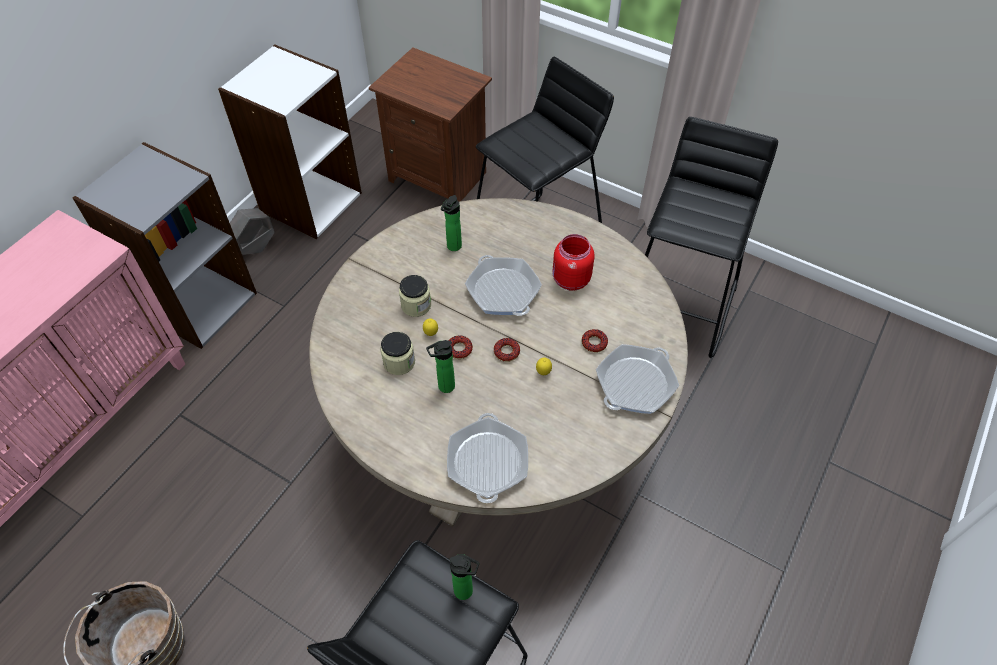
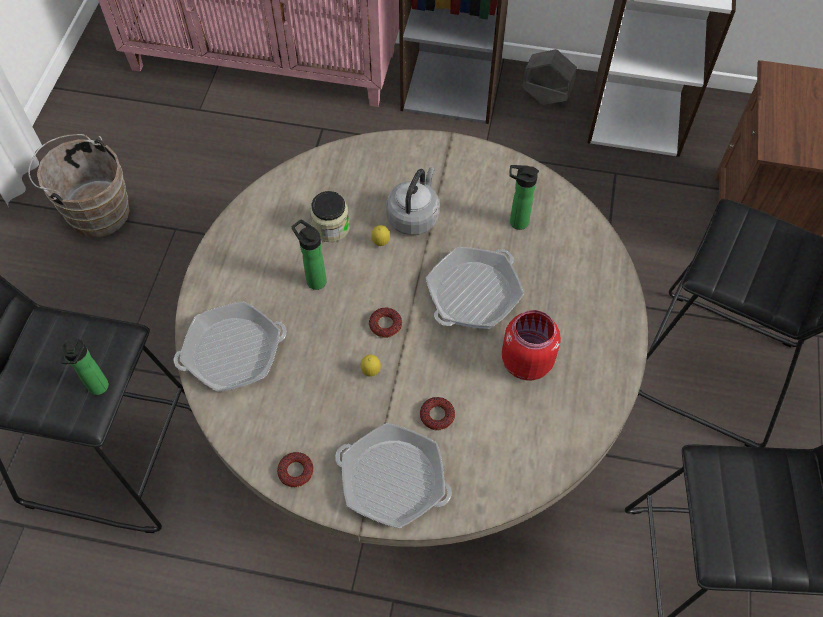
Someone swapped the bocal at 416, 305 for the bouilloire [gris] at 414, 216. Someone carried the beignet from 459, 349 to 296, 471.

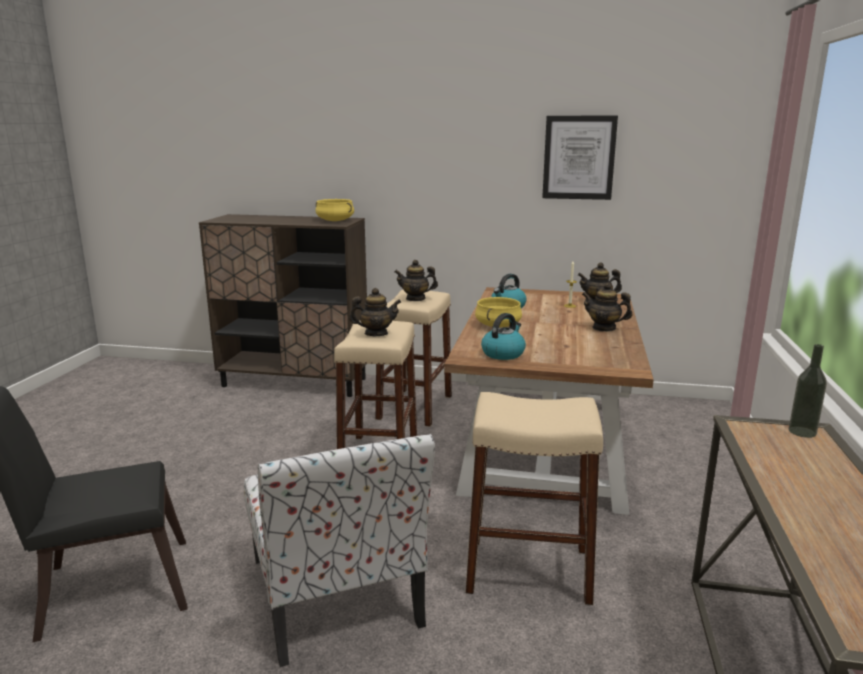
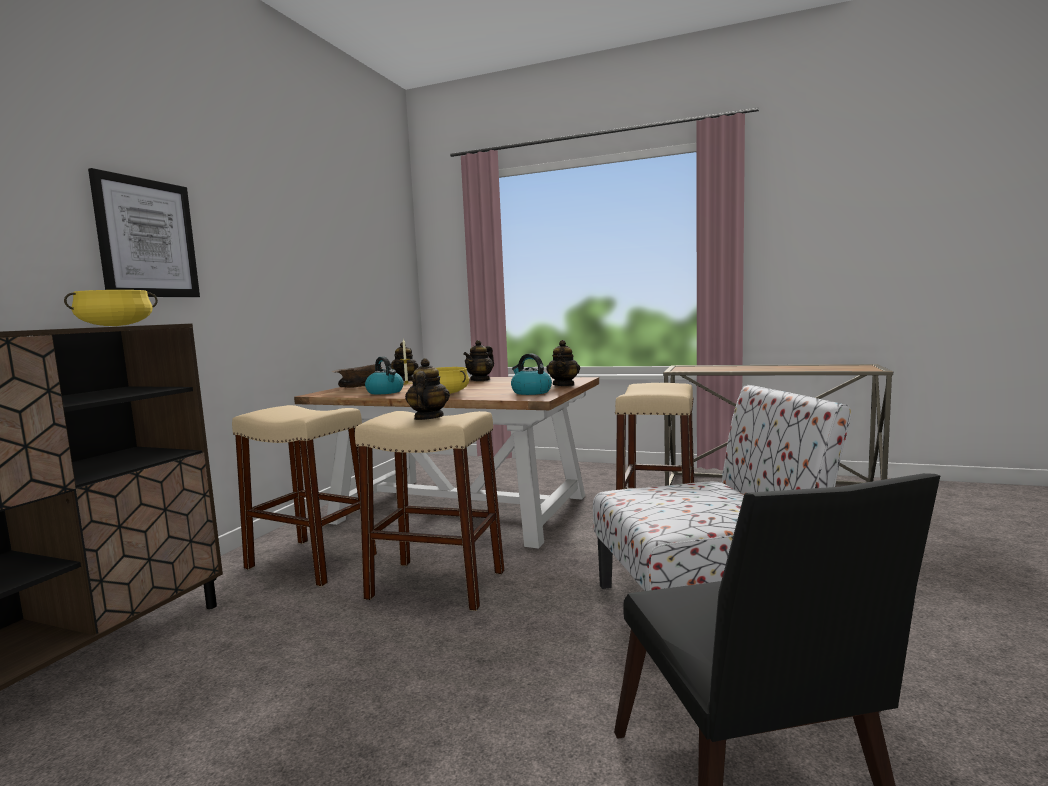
Someone carried the tableau from 579, 157 to 147, 238. Someone carried the théière from 415, 298 to 564, 385. Someone took away the bouteille at 802, 432. Someone put down the bol [marron] at 359, 388.

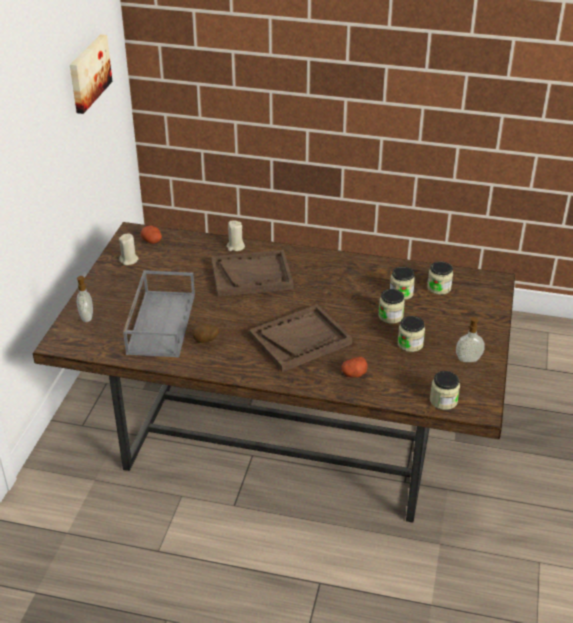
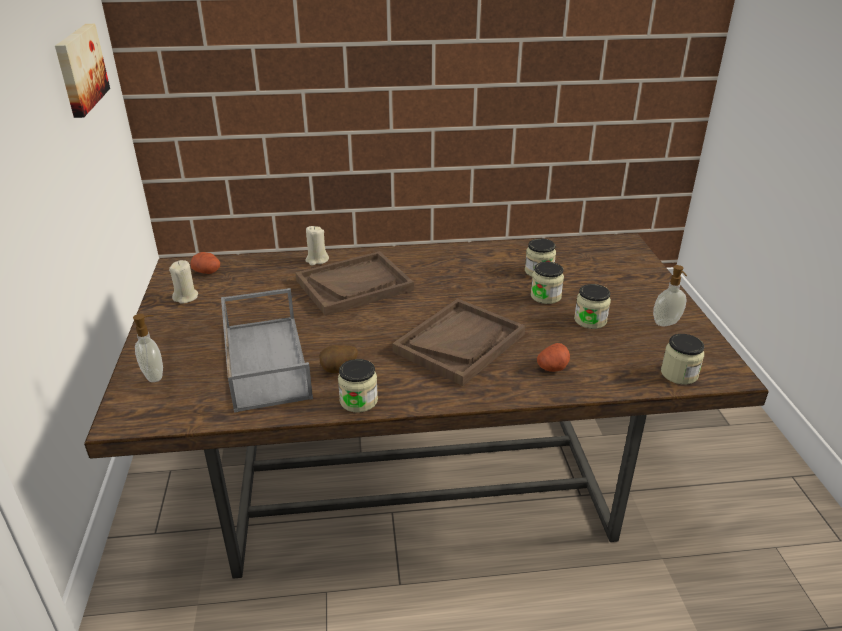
Someone carried the bocal from 439, 288 to 358, 401.

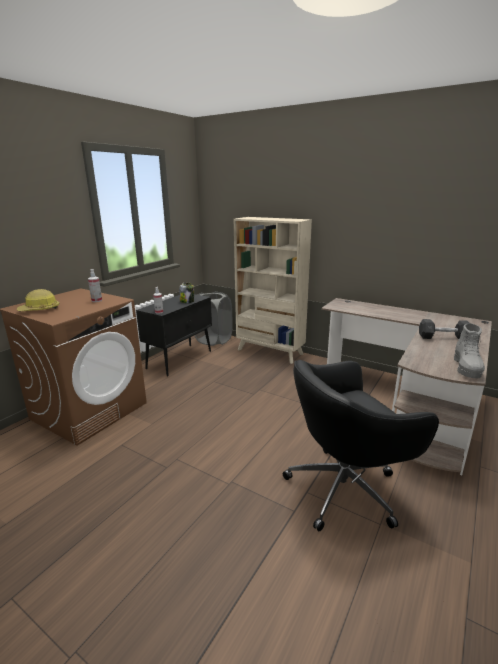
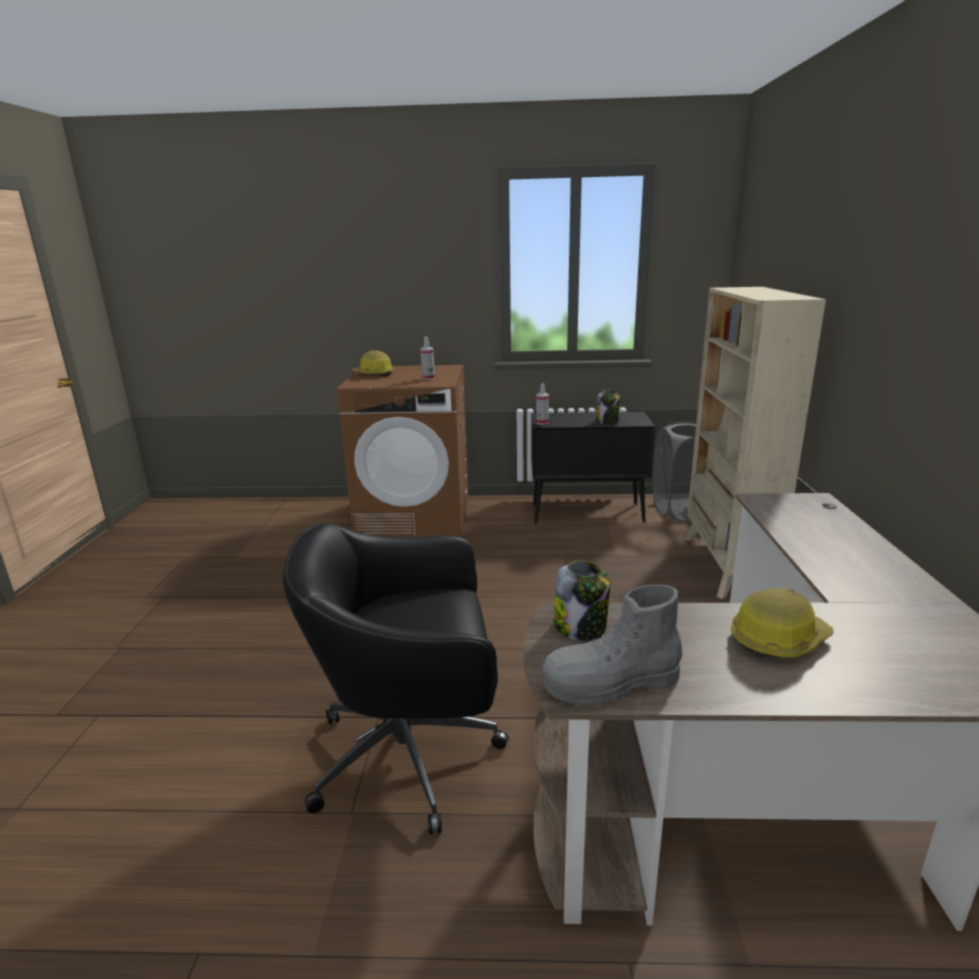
Someone swapped the haltère [gris] at 443, 337 for the casque de chantier at 778, 639. Someone rotated the chaise de bureau [noir] at 345, 488 by 45 degrees counterclockwise. Someone put down the bocal at 581, 628.

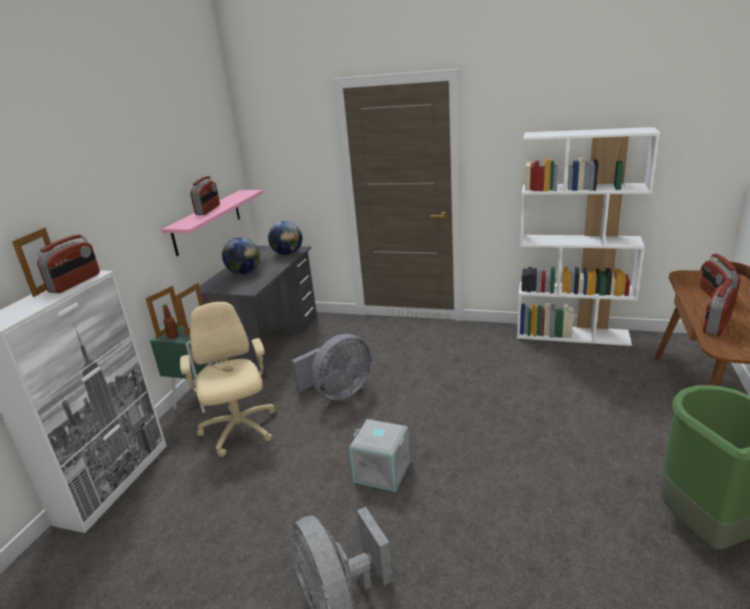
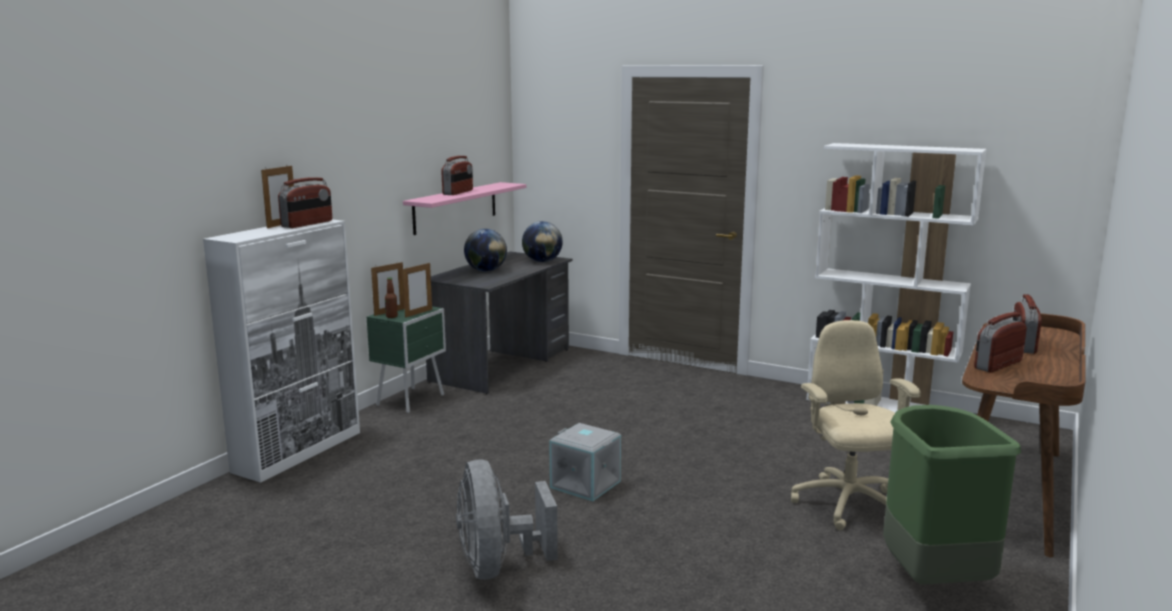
Someone carried the chaise de bureau [beige] from 239, 431 to 848, 505. Someone took away the ventilateur [gris] at 338, 393.

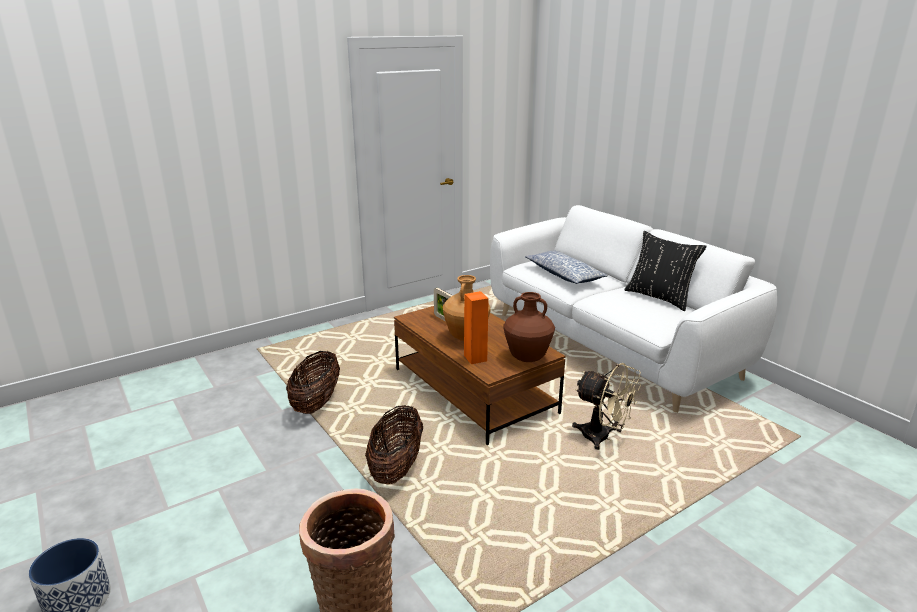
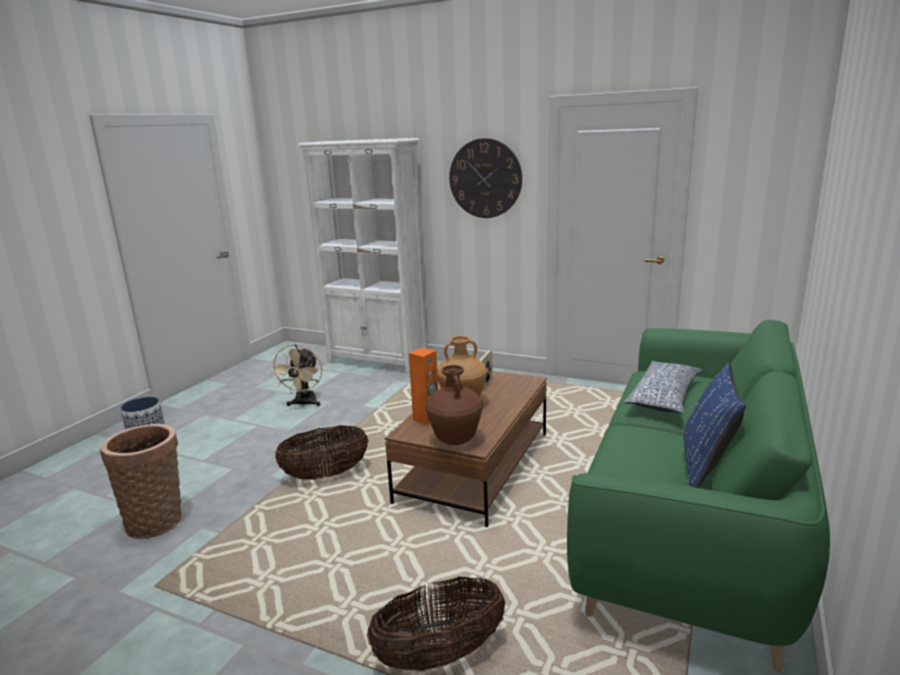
Someone repainted the canapé [blanc] at 610, 344, which became the canapé [vert] at 692, 517. Someone repainted the coussin [noir] at 659, 298, which became the coussin [bleu] at 706, 467. Someone carried the panier from 316, 403 to 440, 655. Someone carried the ventilateur [beige] from 602, 438 to 304, 404. Someone put down the bibliothèque [blanc] at 378, 361. Someone put up the horloge murale at 485, 178.

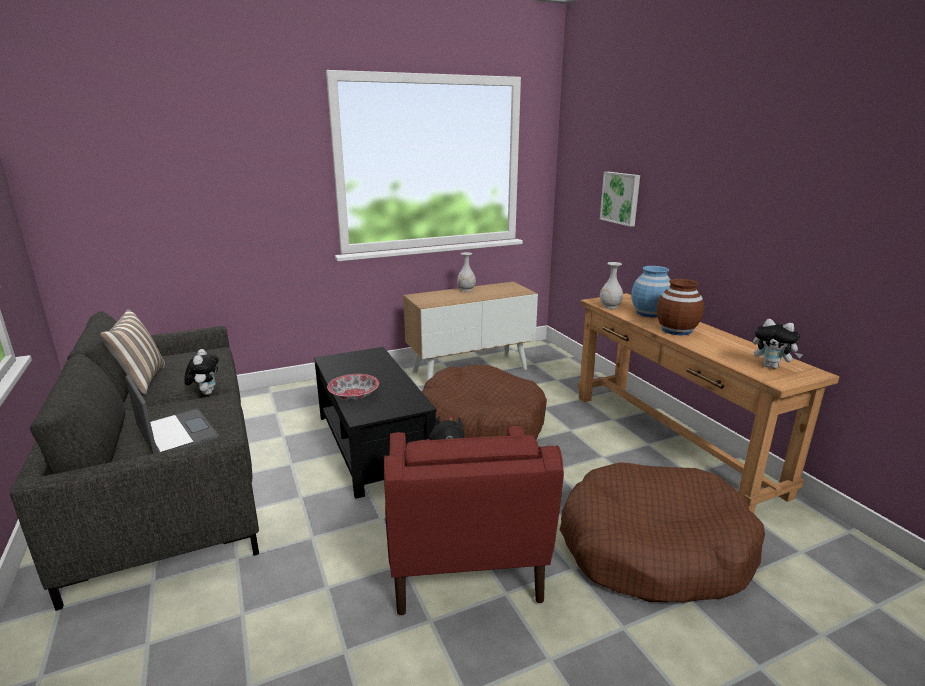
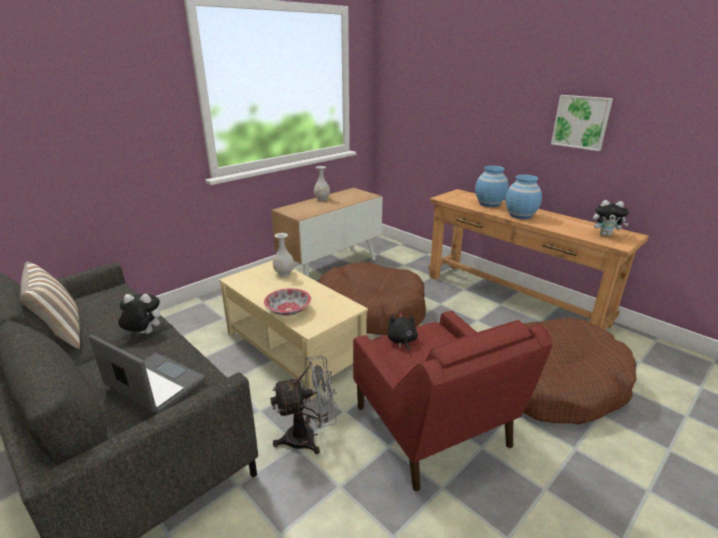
Someone carried the tableau from 621, 198 to 581, 122. Someone carried the vase [blanc] from 610, 306 to 284, 273. Someone repainted the vase [marron] at 676, 330, which became the vase [bleu] at 520, 215. Someone repainted the table basse [noir] at 372, 445, which became the table basse [beige] at 292, 349. Someone rotated the peluche at 206, 392 by 60 degrees counterclockwise. Someone put down the ventilateur [gris] at 309, 437.

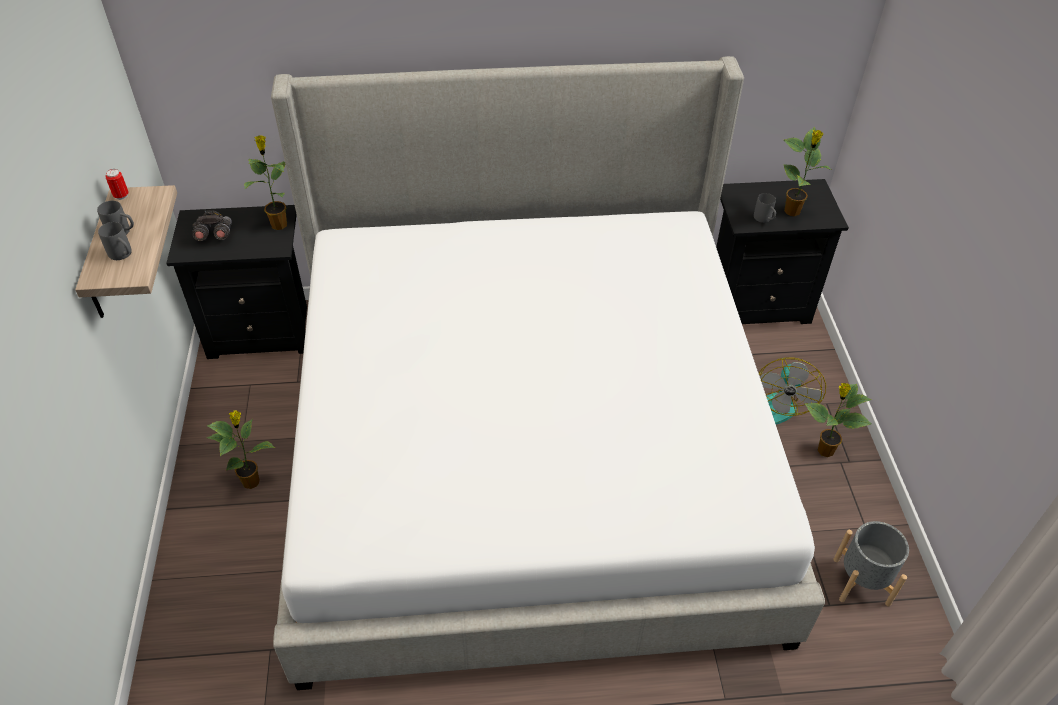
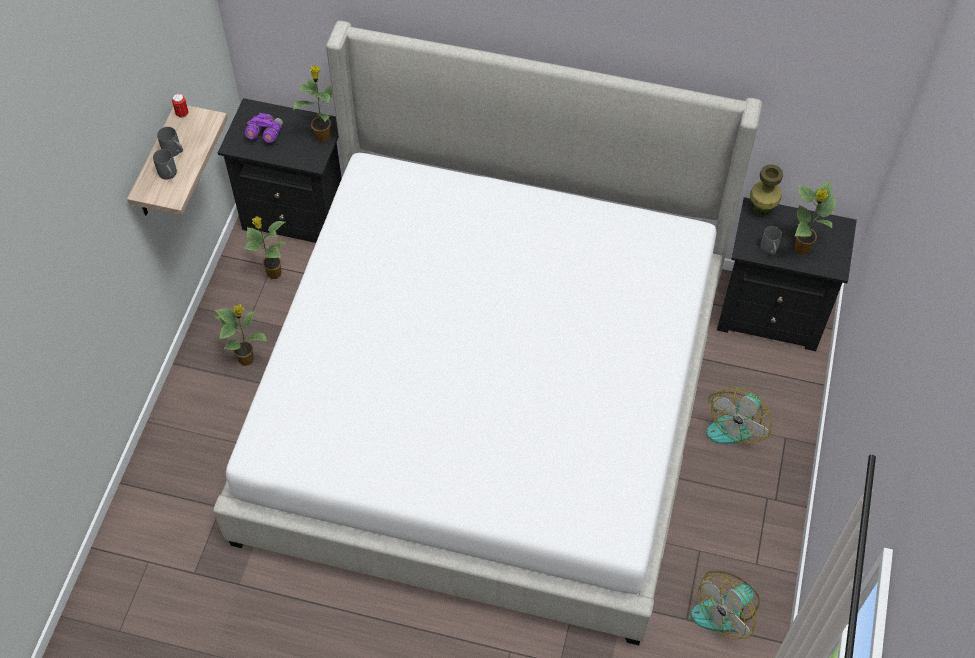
Someone repainted the jumelles [gris] at 214, 235, which became the jumelles [violet] at 265, 134. Someone carried the plante en pot from 824, 450 to 273, 273. Someone swapped the cache-pot [gris] at 861, 581 for the ventilateur at 726, 608. Someone put down the vase [vert] at 762, 209.

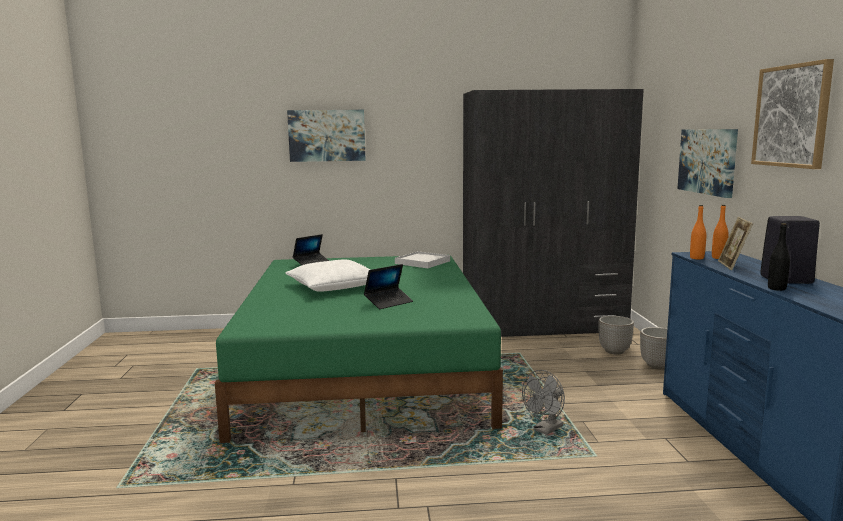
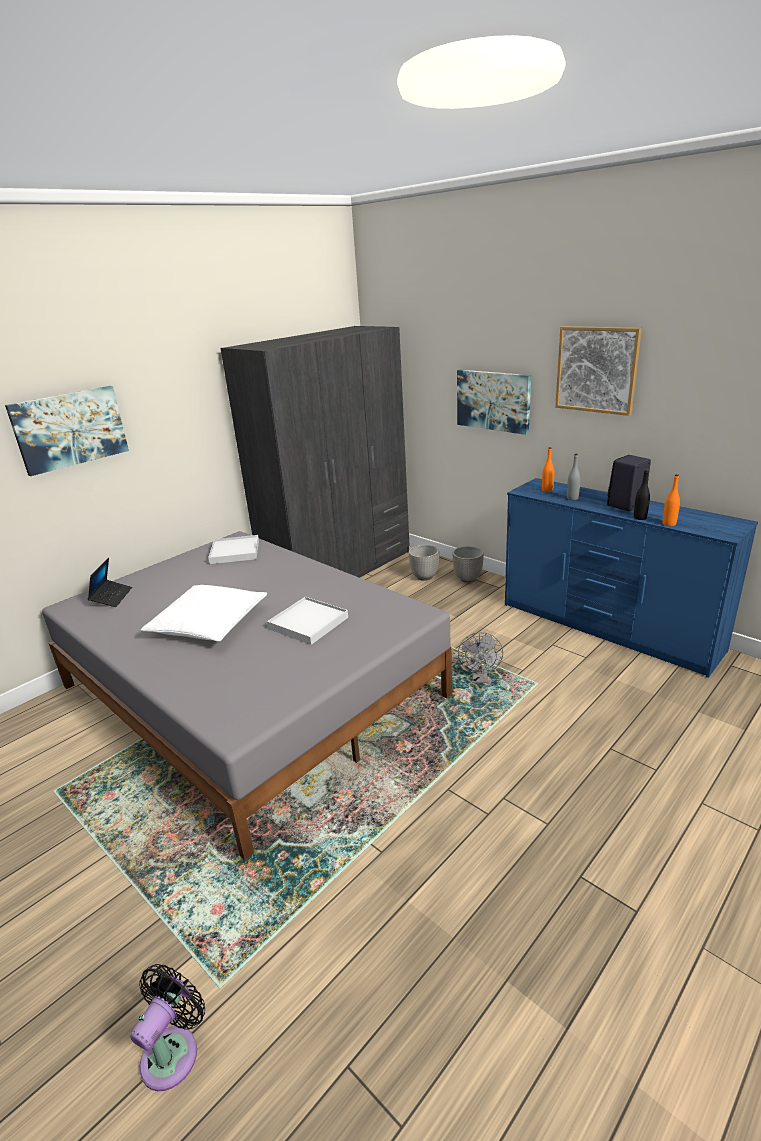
Someone carried the bouteille [orange] from 696, 258 to 669, 524. Someone swapped the cadre photo at 732, 266 for the bouteille [gris] at 572, 498. Someone repainted the lit [vert] at 364, 367, which became the lit [gris] at 250, 690. Someone swapped the ordinateur portable at 388, 302 for the plateau [blanc] at 308, 623. Someone put down the ventilateur [noir] at 174, 1051.

